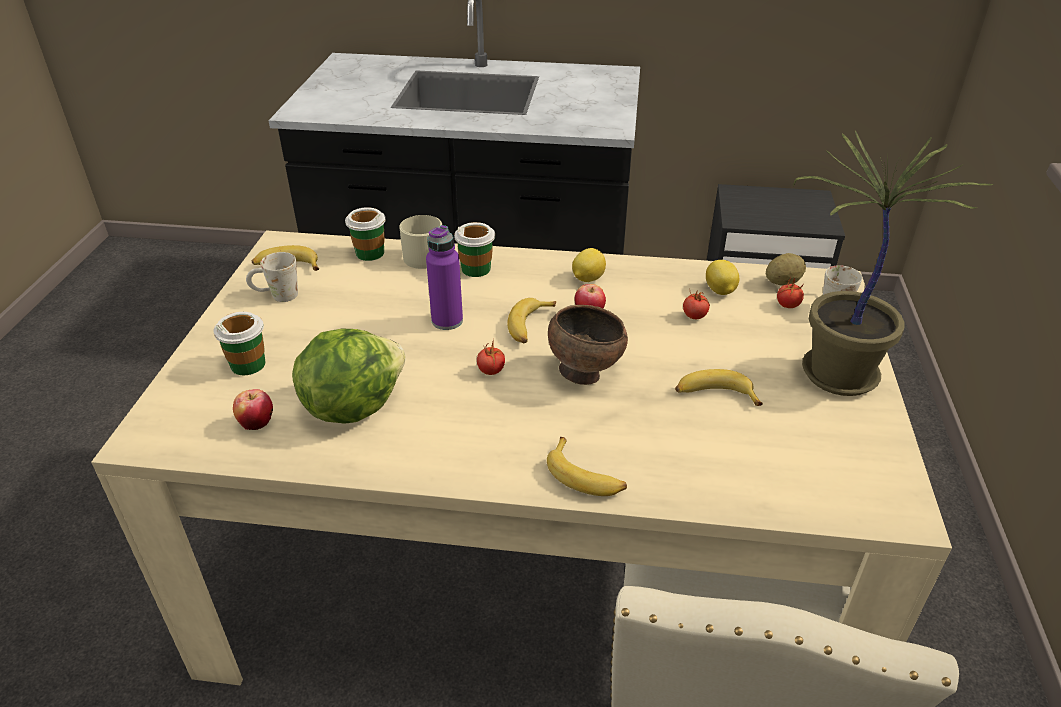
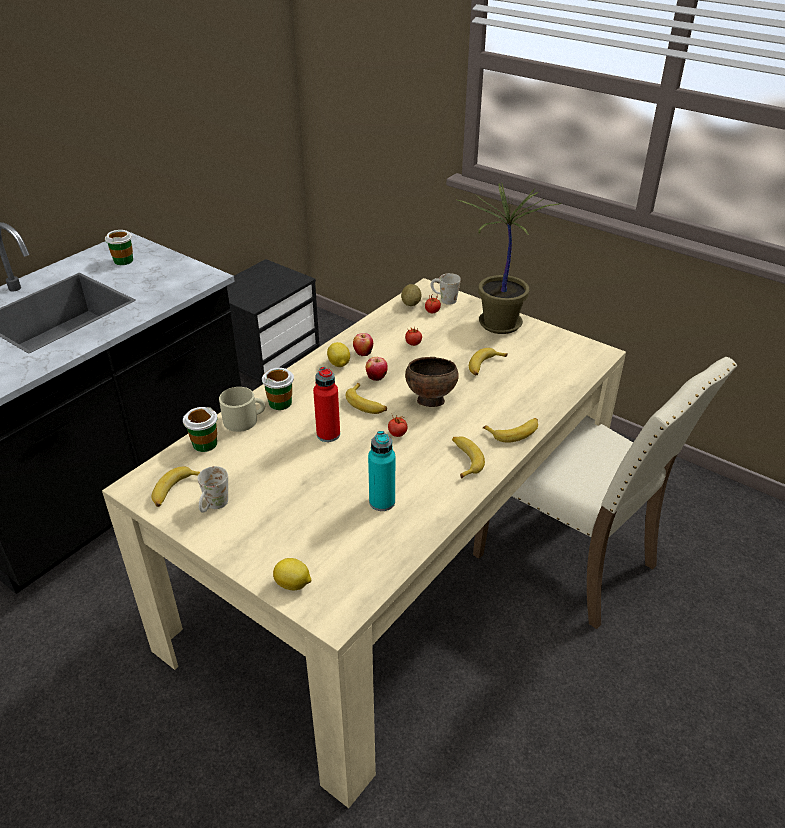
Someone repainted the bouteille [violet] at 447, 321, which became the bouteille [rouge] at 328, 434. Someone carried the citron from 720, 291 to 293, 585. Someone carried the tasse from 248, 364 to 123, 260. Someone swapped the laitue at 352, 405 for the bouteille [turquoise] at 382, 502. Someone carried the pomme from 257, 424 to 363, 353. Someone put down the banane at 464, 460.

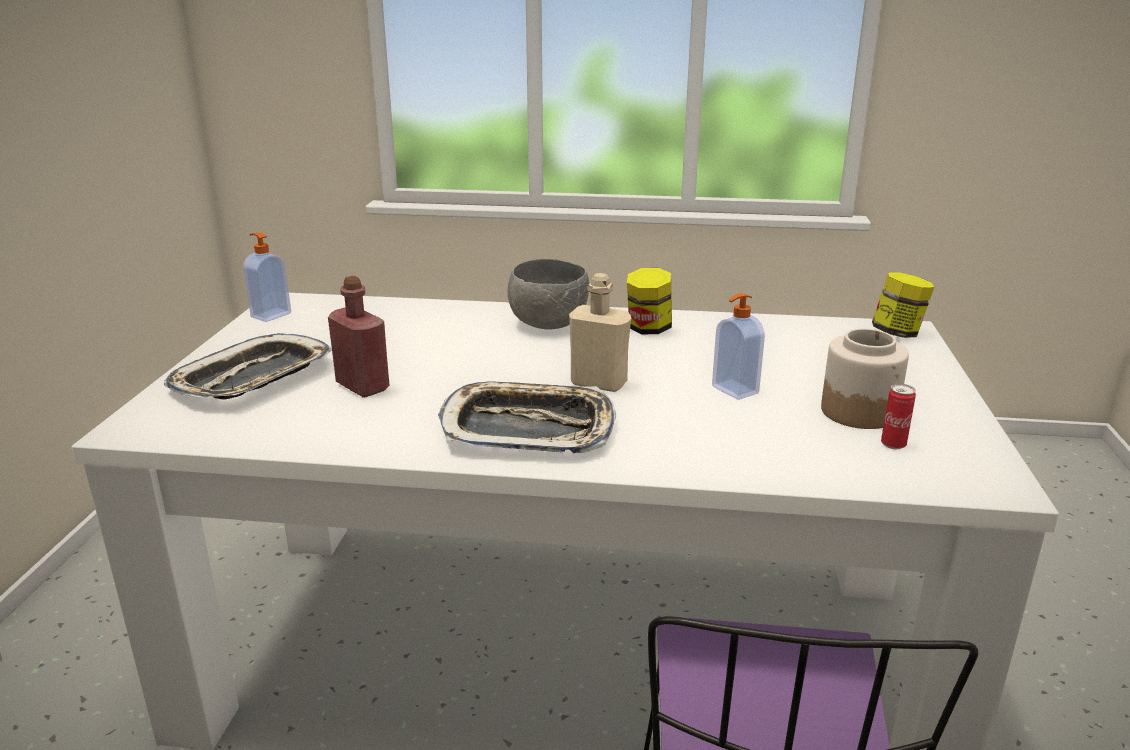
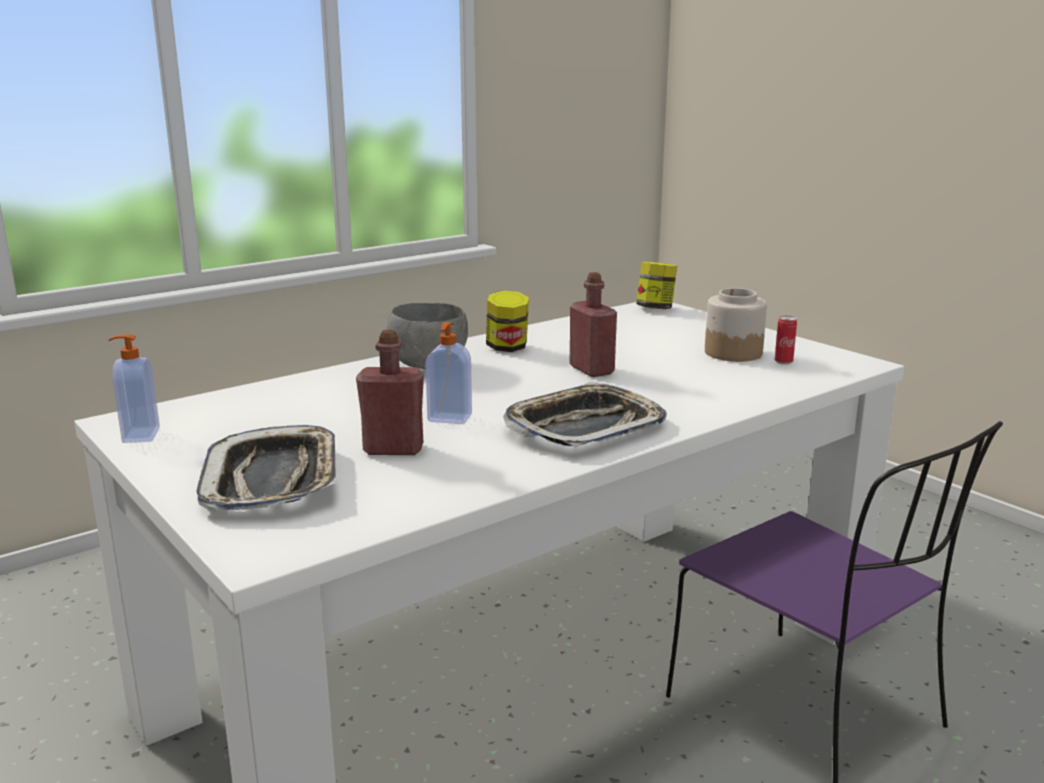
Someone took away the bouteille [beige] at 598, 383. Someone carried the distributeur de savon from 733, 390 to 449, 419. Someone put down the bouteille [rouge] at 591, 370.

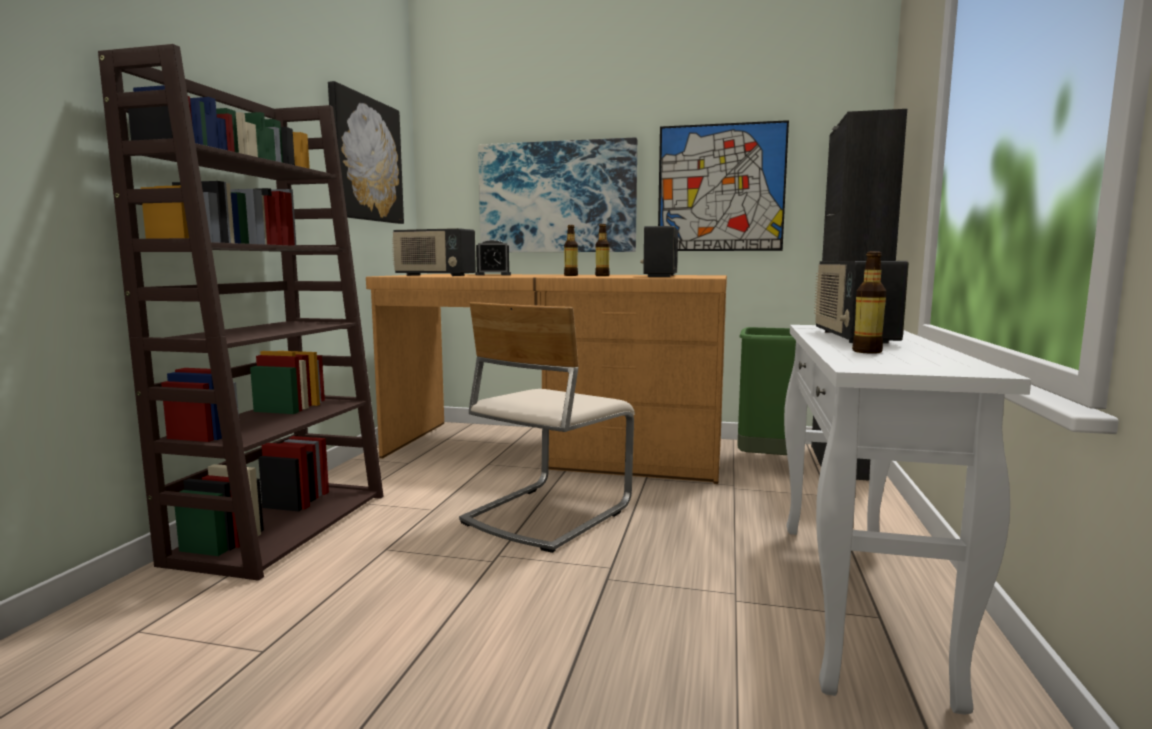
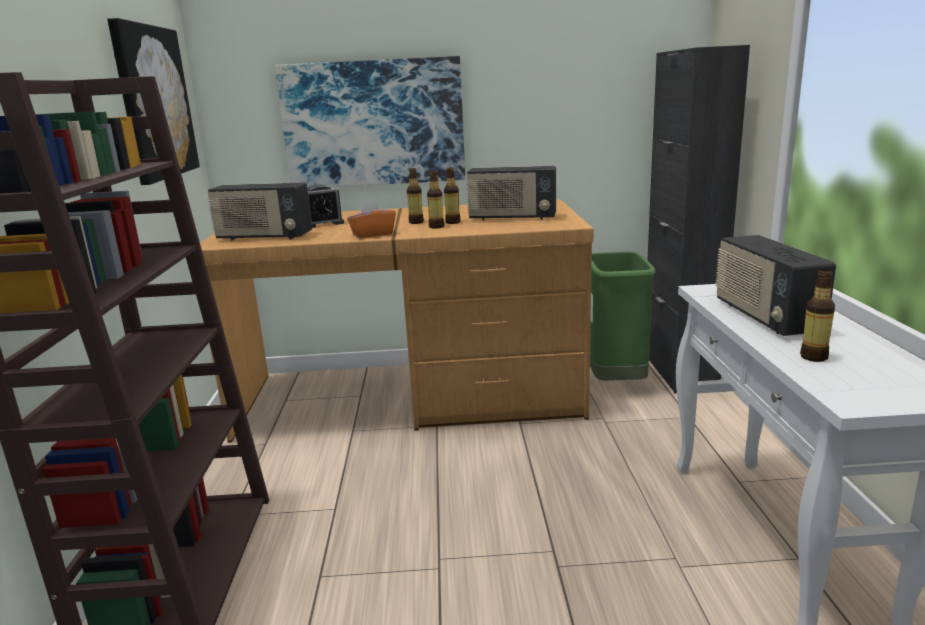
Someone took away the tableau at 720, 188. Someone rotated the radio at 660, 276 by 75 degrees counterclockwise. Someone took away the chaise [beige] at 546, 514. Someone put down the bouteille at 436, 227. Someone put down the boîte à mouchoirs [orange] at 372, 234.

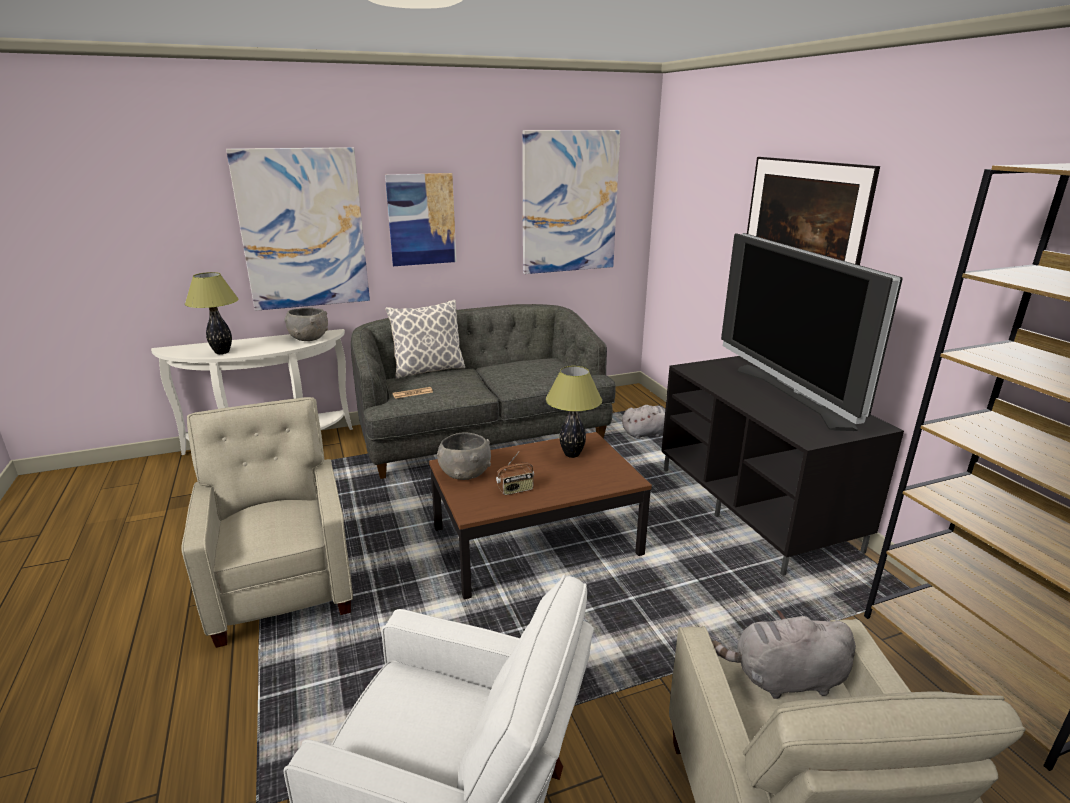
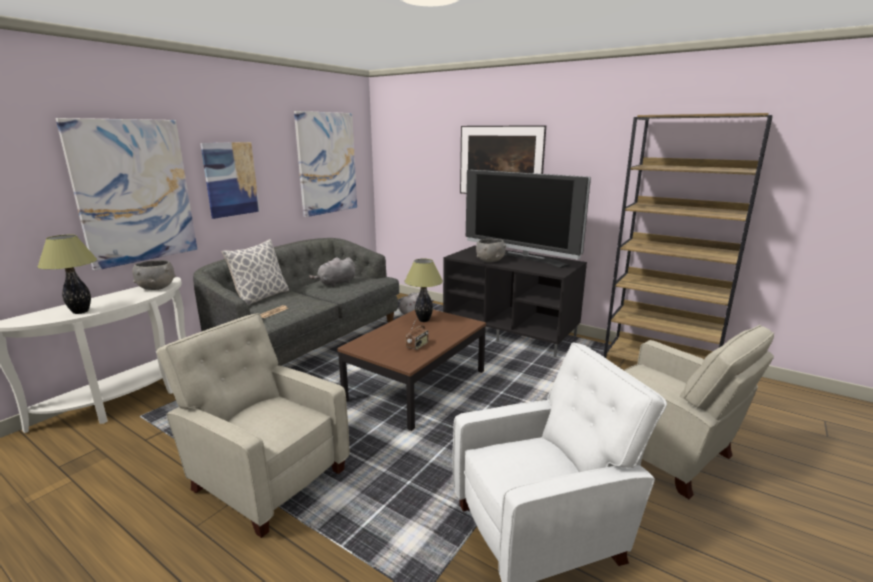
Someone carried the bol [gris] from 465, 474 to 490, 261. Someone carried the peluche [gris] from 784, 679 to 335, 283.

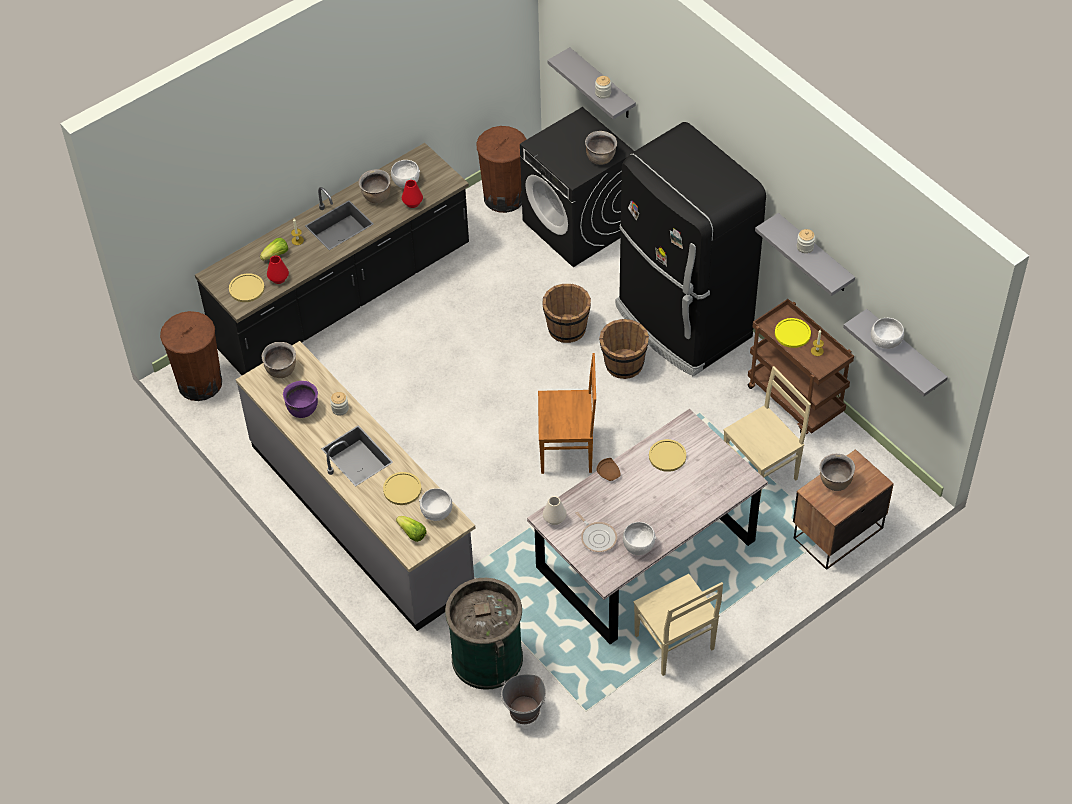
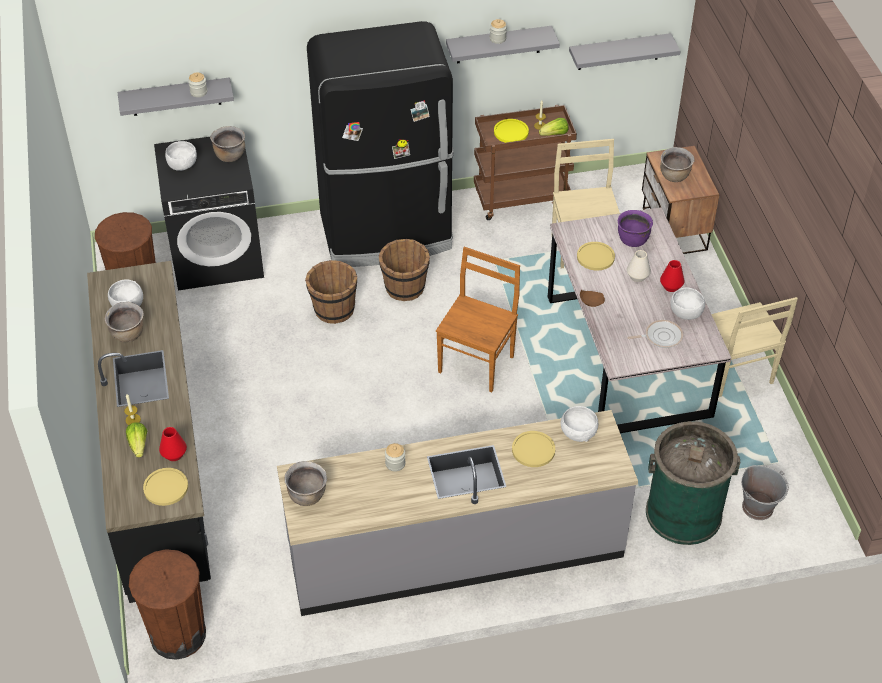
Someone carried the vase [rouge] from 412, 203 to 671, 286. Someone carried the bol [blanc] from 885, 341 to 182, 165. Someone carried the marmite [violet] from 302, 409 to 632, 240. Someone carried the vase [blanc] from 554, 518 to 637, 276. Someone carried the laitue from 412, 533 to 554, 134. Someone rotated the chaise [beige] at 675, 644 by 75 degrees clockwise.

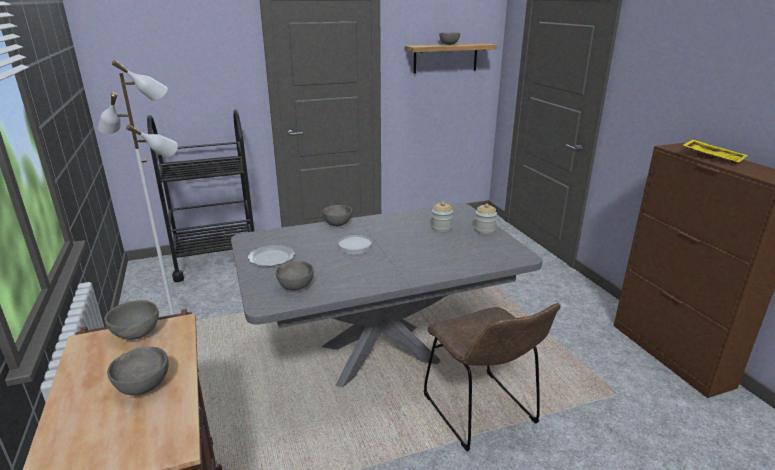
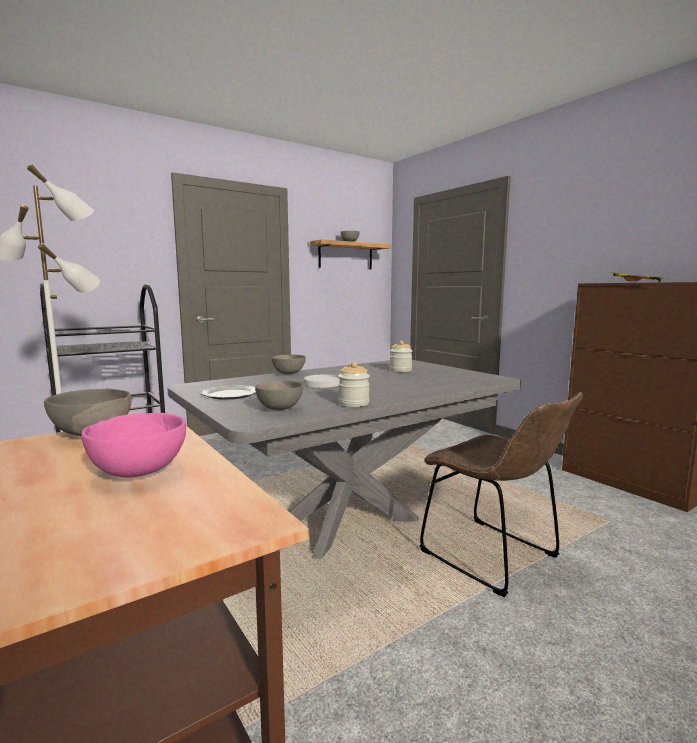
Someone carried the bocal from 484, 230 to 353, 403. Someone repainted the bol [gris] at 144, 386, which became the bol [rose] at 140, 472.

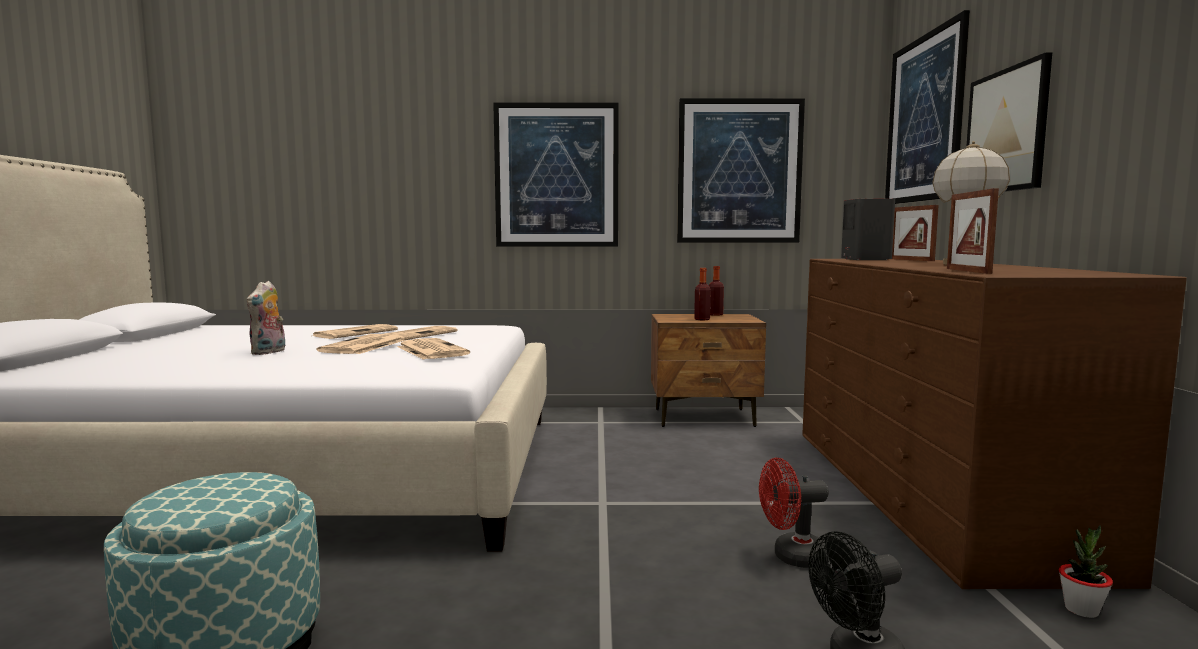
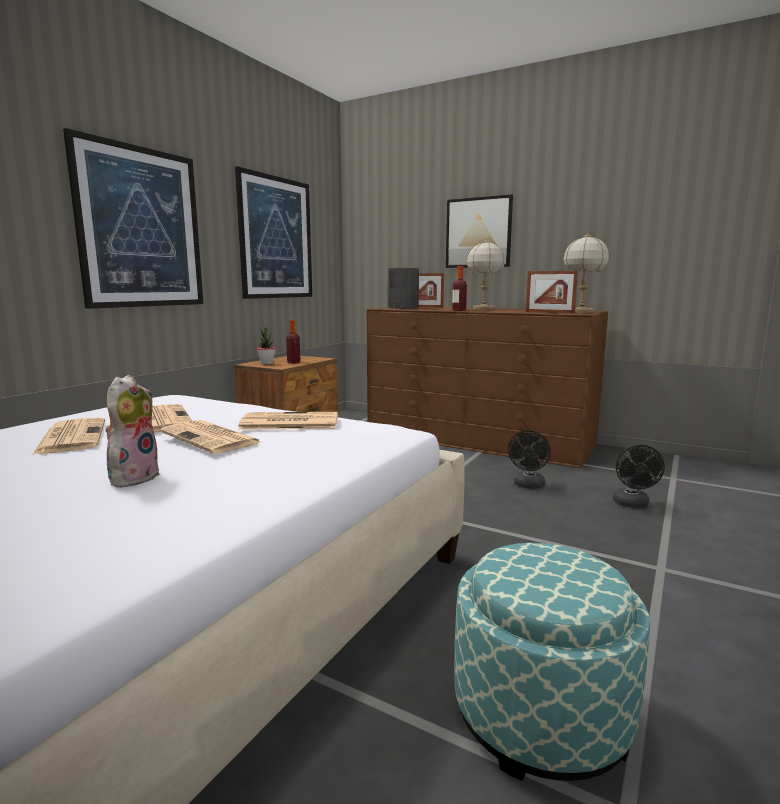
Someone took away the tableau at 924, 119. Someone carried the bouteille from 715, 314 to 459, 310. Someone rotated the peluche at 269, 352 by 120 degrees counterclockwise. Someone repainted the ventilateur [rouge] at 792, 557, which became the ventilateur [noir] at 528, 486. Someone carried the plante en pot from 1081, 610 to 267, 363. Someone put down the lampe de table at 582, 312.

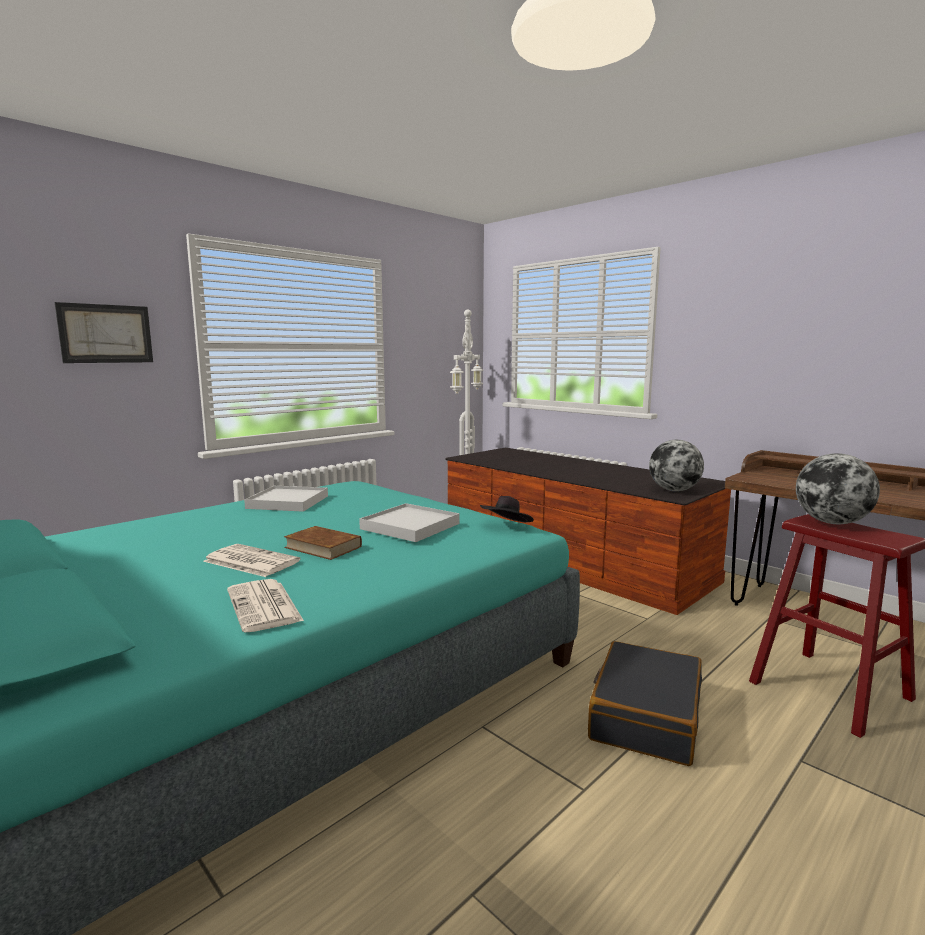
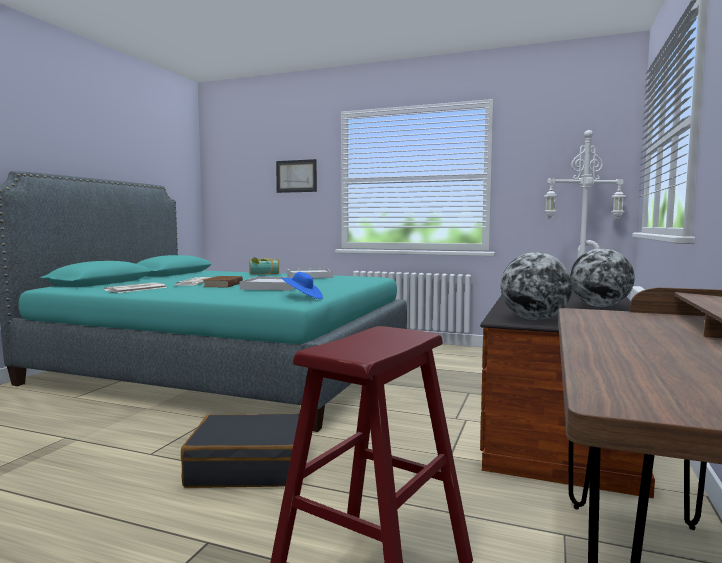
Someone carried the globe from 831, 522 to 599, 306. Someone repainted the chapeau [noir] at 506, 527, which became the chapeau [bleu] at 302, 298. Someone put down the livre at 264, 274.

